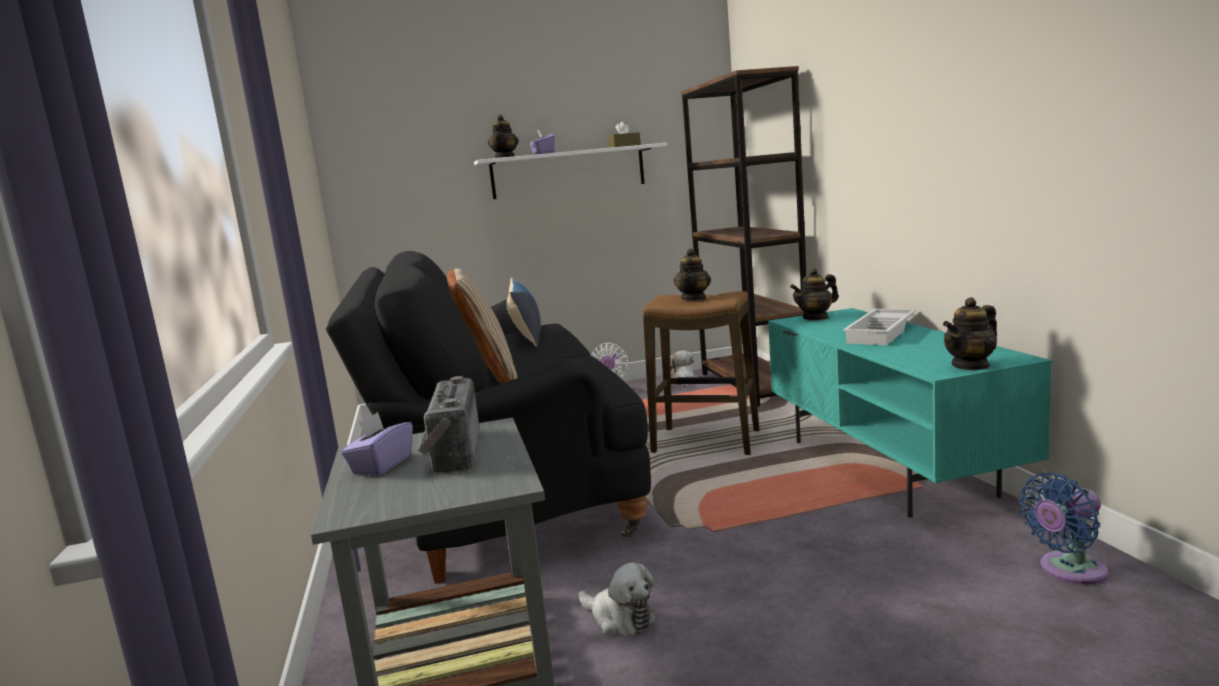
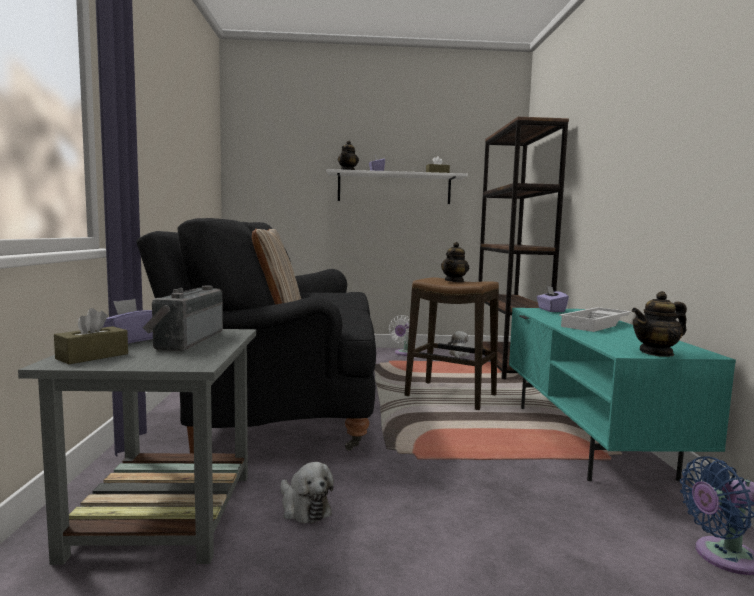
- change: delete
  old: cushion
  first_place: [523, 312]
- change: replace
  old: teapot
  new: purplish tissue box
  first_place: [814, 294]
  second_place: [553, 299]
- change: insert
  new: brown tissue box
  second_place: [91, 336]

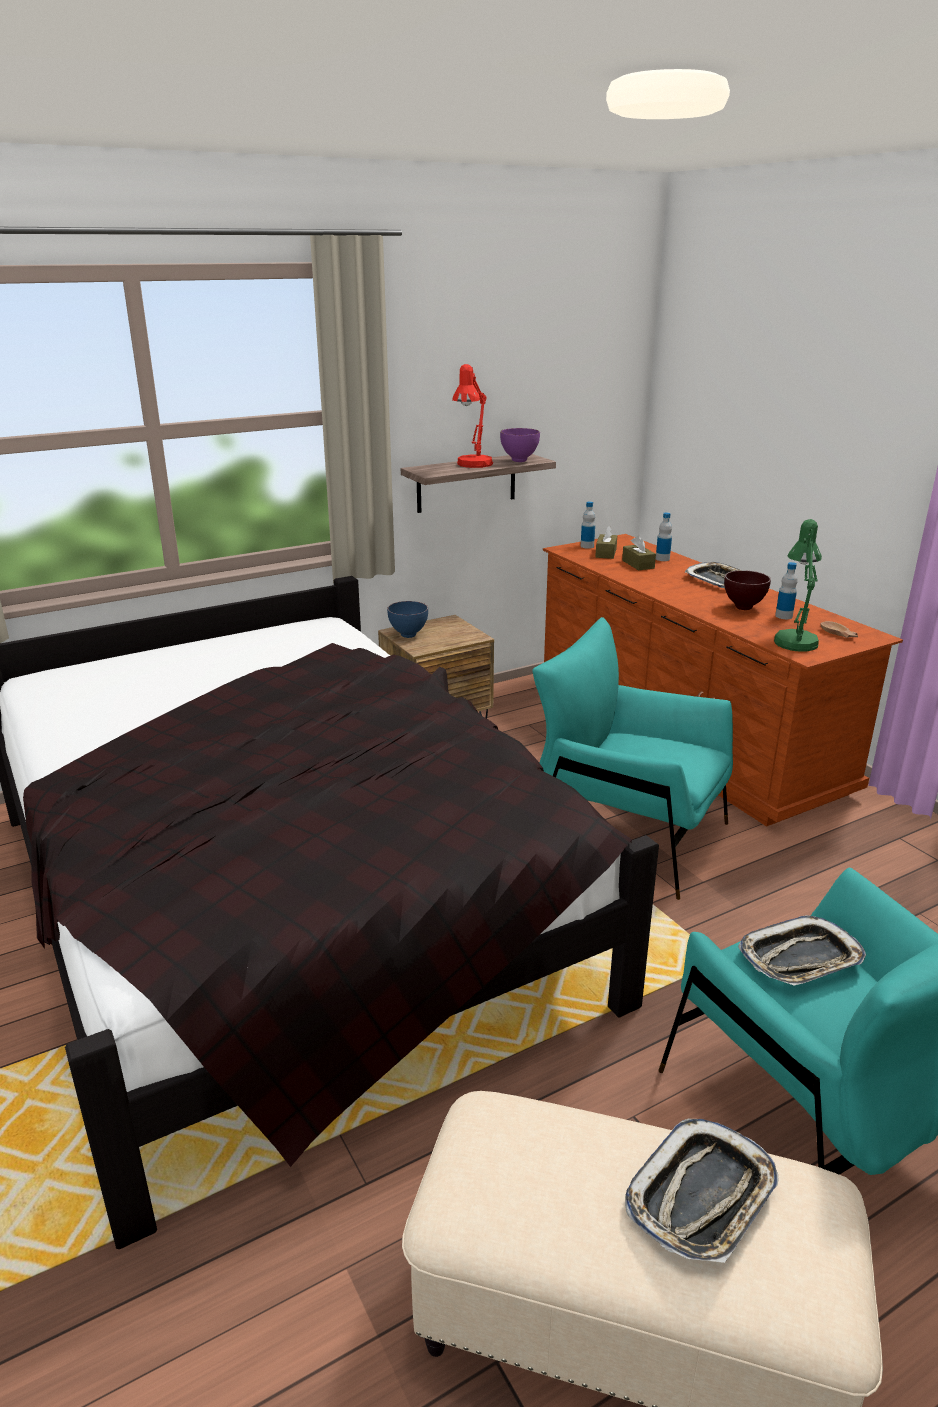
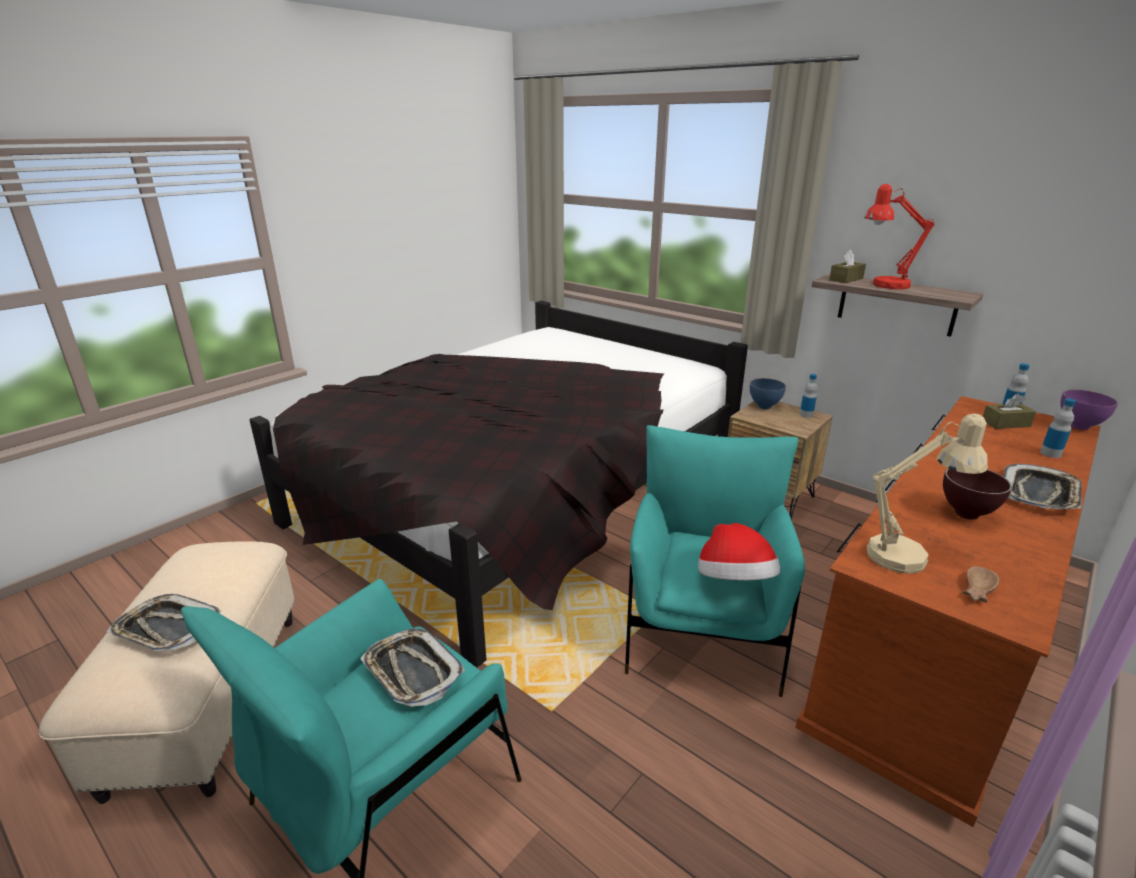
- change: move
  old: purplish serving bowl
  first_place: [520, 445]
  second_place: [1089, 410]
- change: move
  old: brown tissue box
  first_place: [639, 552]
  second_place: [847, 266]
- change: recolor
  old: green-coloured table lamp
  new: sand-coloured table lamp
  first_place: [798, 585]
  second_place: [927, 494]
- change: move
  old: beverage bottle
  first_place: [786, 590]
  second_place: [808, 396]
- change: insert
  new: wearable hat
  second_place: [739, 551]

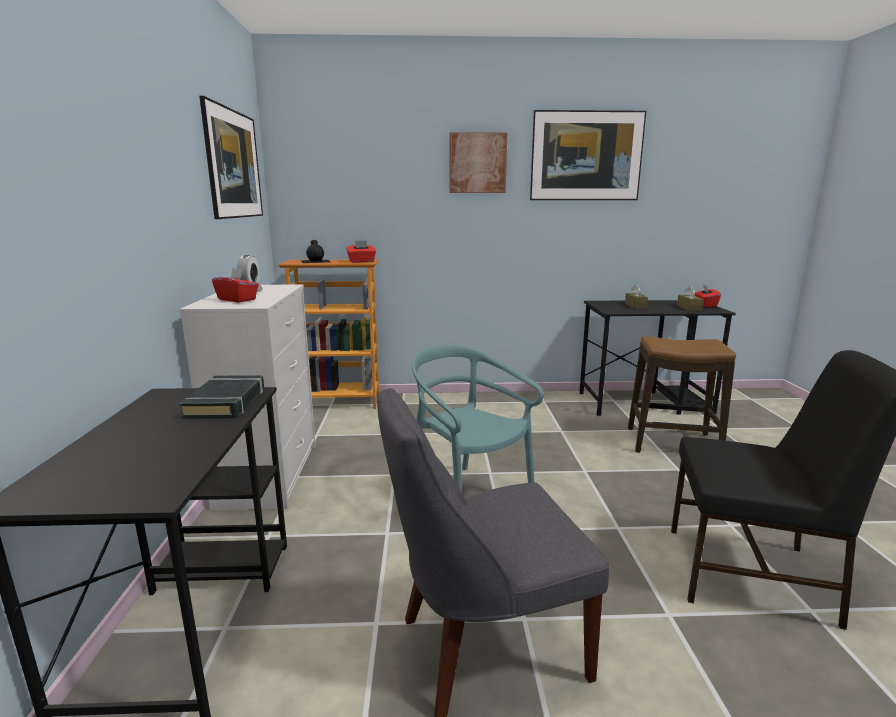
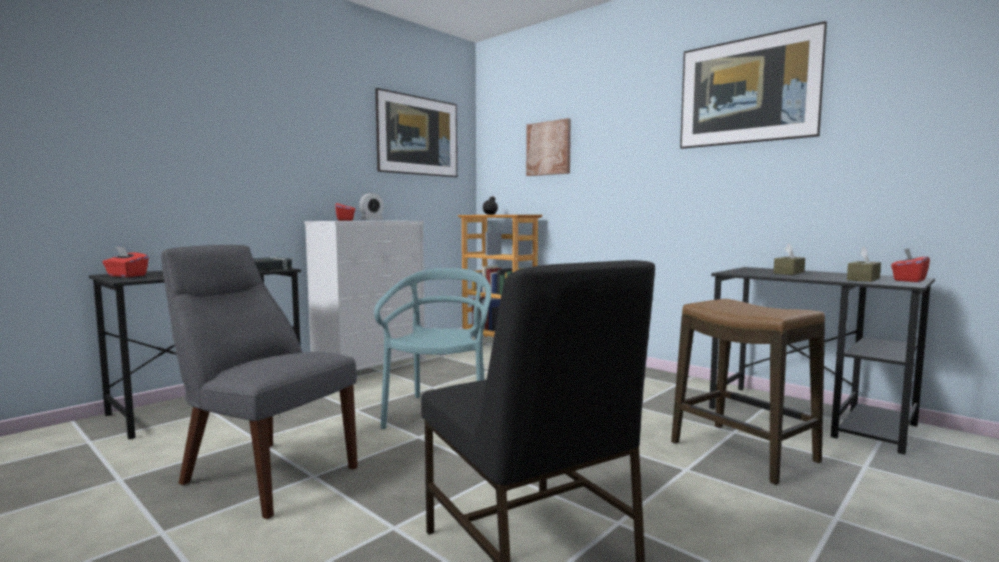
- change: move
  old: red-coloured tissue box
  first_place: [361, 252]
  second_place: [125, 262]
- change: move
  old: picture
  first_place: [478, 162]
  second_place: [548, 147]

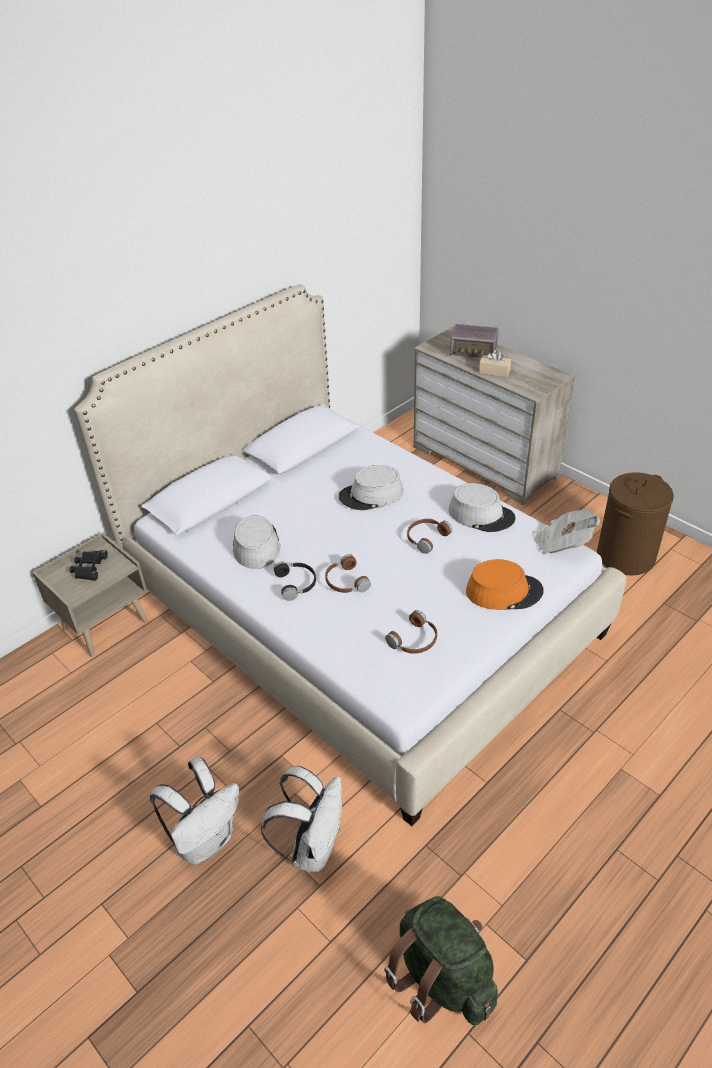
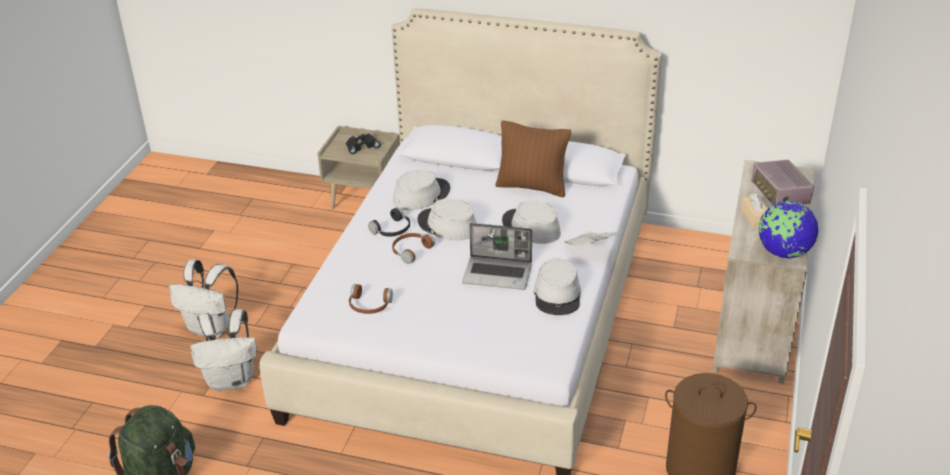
- change: replace
  old: brown pair of headphones
  new: portable computer
  first_place: [429, 536]
  second_place: [497, 256]
- change: delete
  old: orangey wearable hat
  first_place: [505, 584]
- change: move
  old: newspaper
  first_place: [566, 532]
  second_place: [590, 239]
- change: insert
  new: gray wearable hat
  second_place: [446, 220]
- change: insert
  new: brown cushion
  second_place: [533, 158]
- change: insert
  new: desk globe
  second_place: [788, 229]

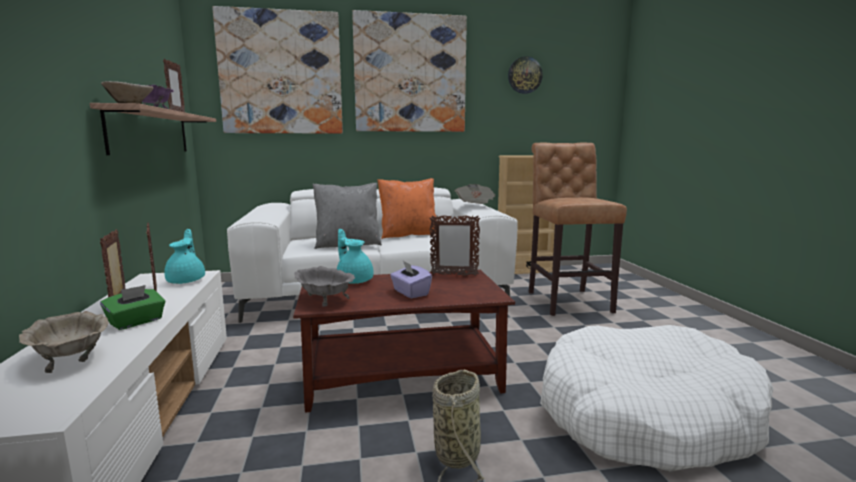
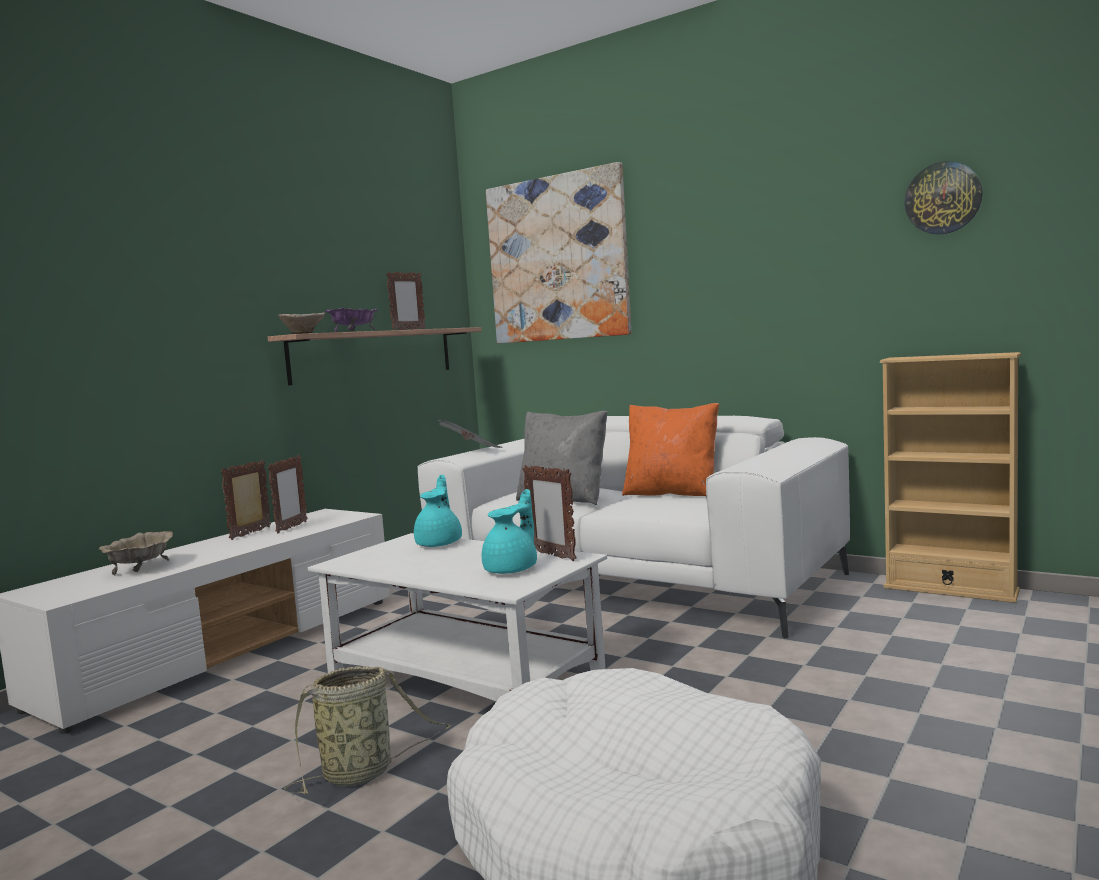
- change: delete
  old: green-coloured tissue box
  first_place: [133, 307]
- change: move
  old: blue-green teapot
  first_place: [184, 256]
  second_place: [509, 531]
- change: recolor
  old: brown low table
  new: whitish low table
  first_place: [404, 341]
  second_place: [457, 617]
- change: delete
  old: gray serving bowl
  first_place: [324, 286]
- change: delete
  old: picture
  first_place: [409, 71]
- change: delete
  old: purplish tissue box
  first_place: [411, 280]
- change: move
  old: newspaper
  first_place: [475, 194]
  second_place: [469, 434]
- change: delete
  old: brown stool seat
  first_place: [578, 229]

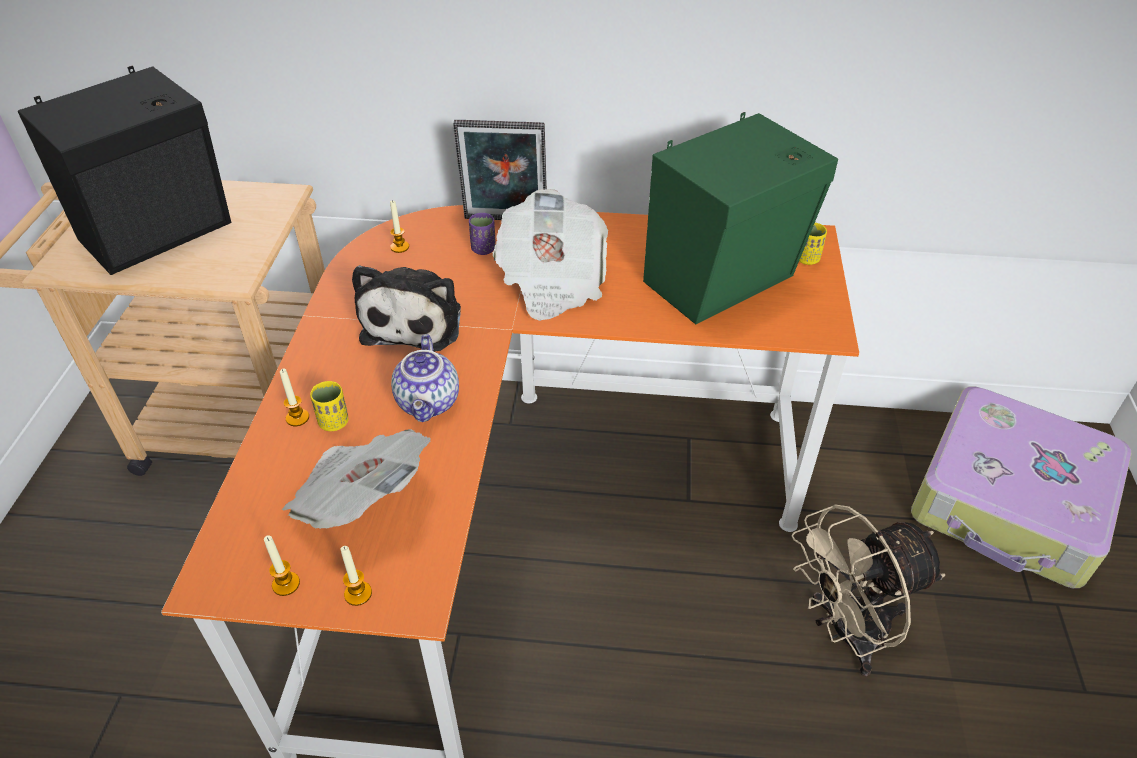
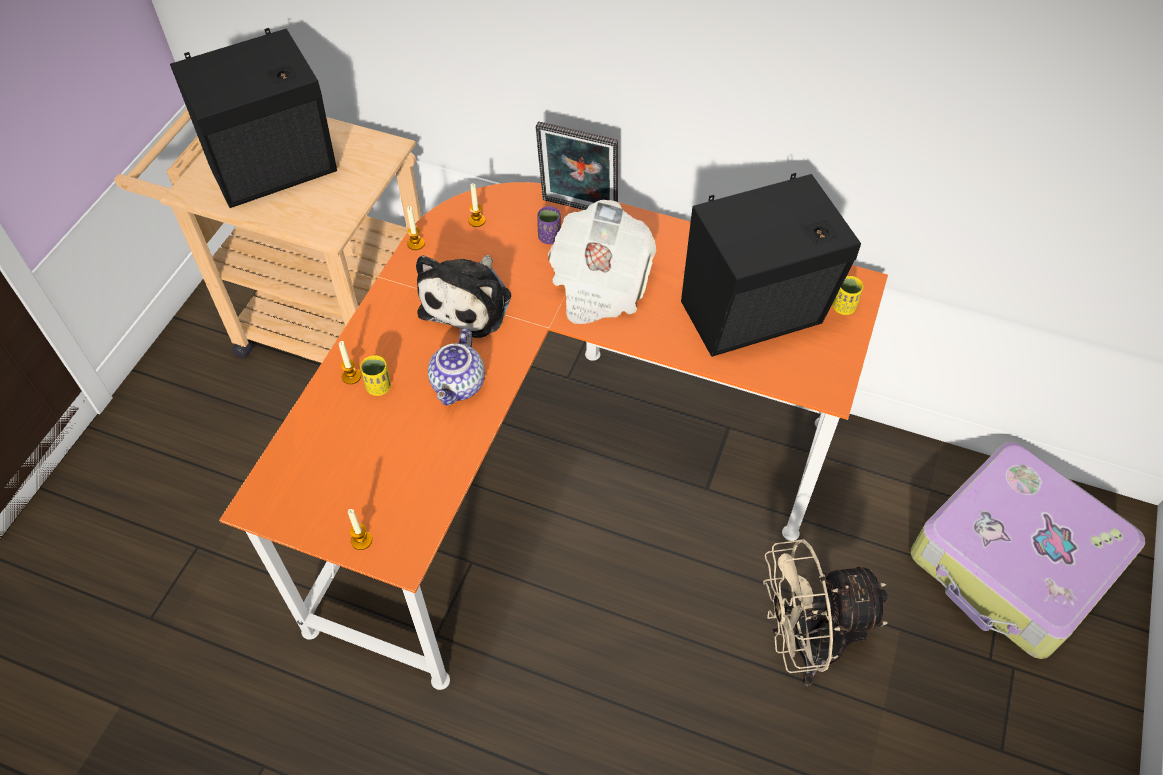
- change: move
  old: wax candle
  first_place: [282, 565]
  second_place: [416, 228]
- change: delete
  old: newspaper
  first_place: [356, 479]
- change: recolor
  old: green-coloured speaker
  new: blackish speaker
  first_place: [740, 218]
  second_place: [771, 265]

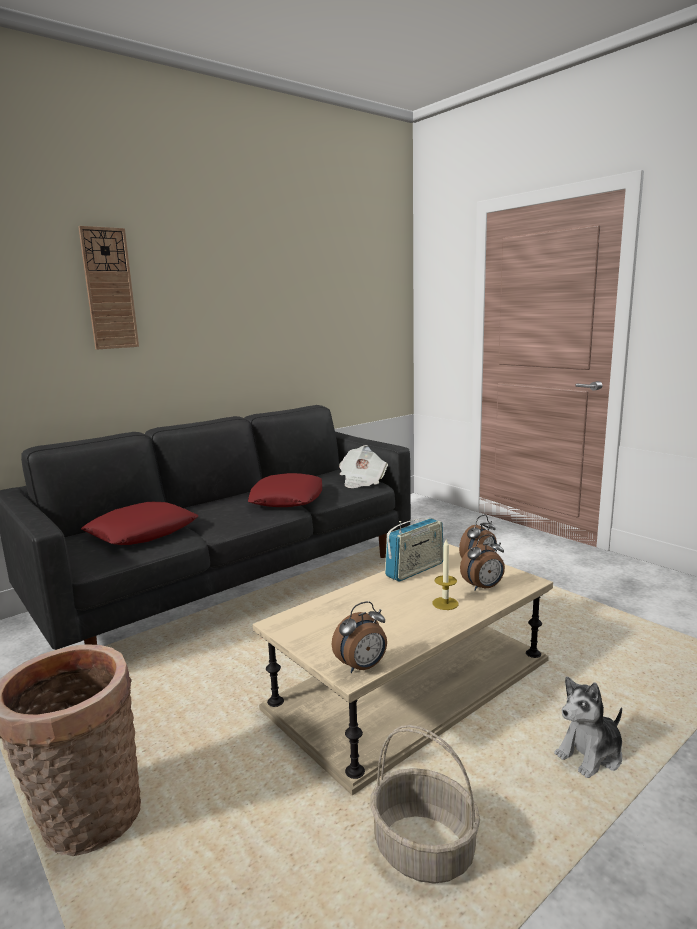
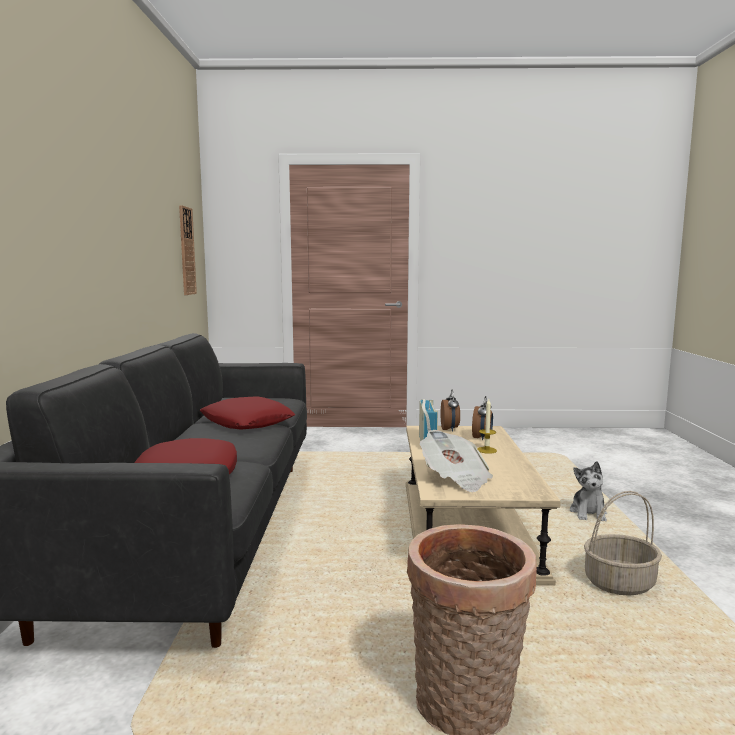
- change: move
  old: hanging clock
  first_place: [108, 288]
  second_place: [188, 250]
- change: delete
  old: alarm clock
  first_place: [359, 637]
- change: move
  old: newspaper
  first_place: [363, 466]
  second_place: [456, 461]

